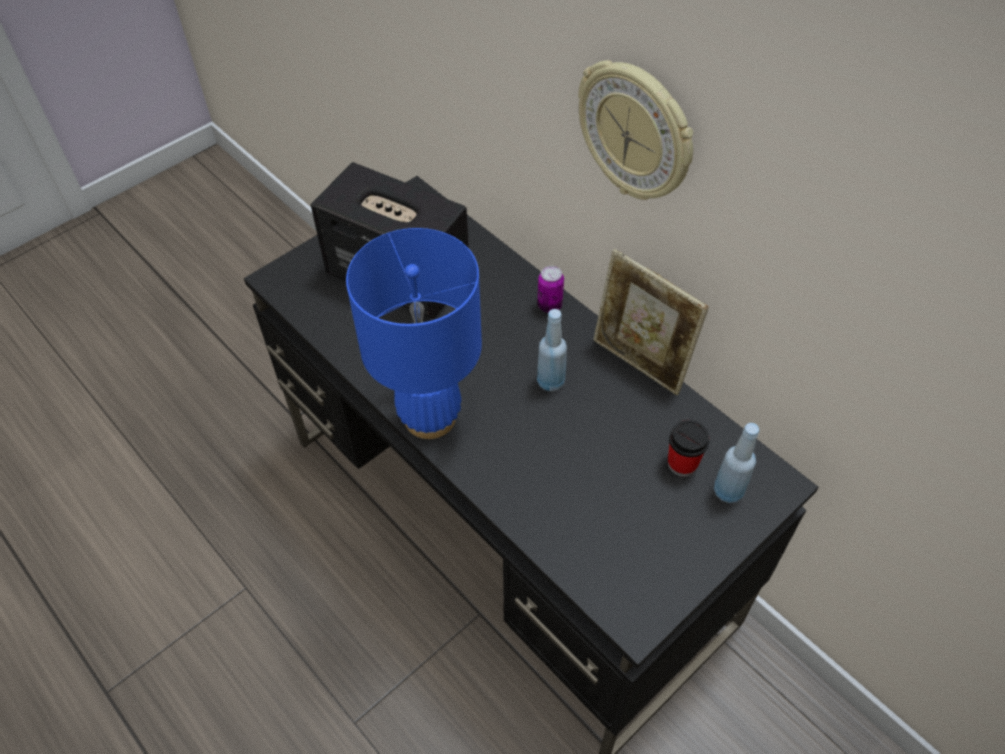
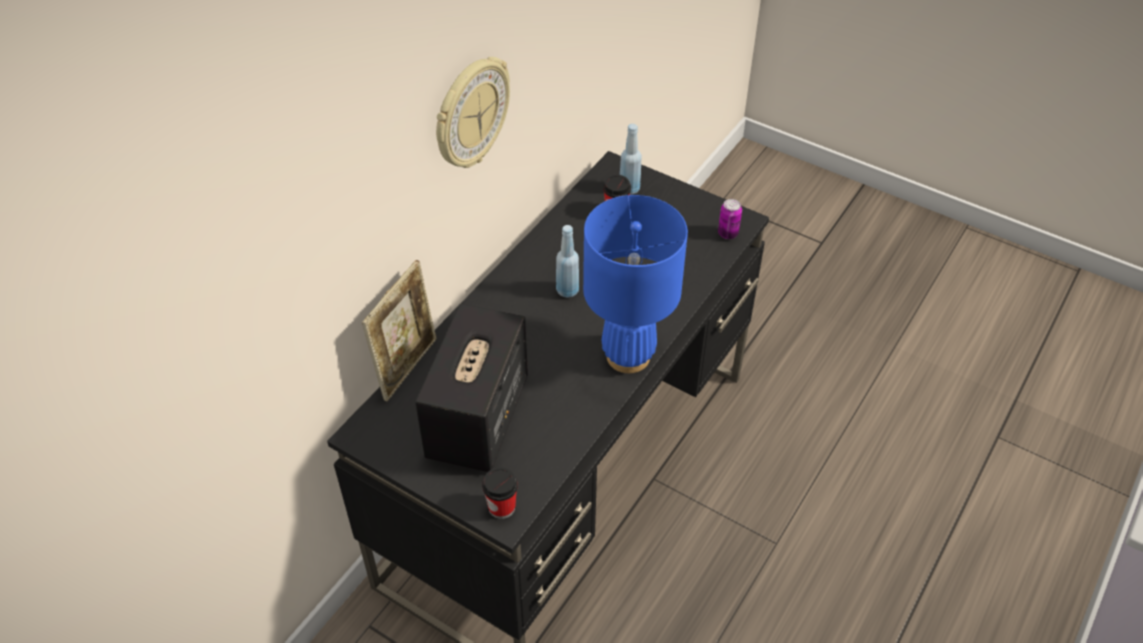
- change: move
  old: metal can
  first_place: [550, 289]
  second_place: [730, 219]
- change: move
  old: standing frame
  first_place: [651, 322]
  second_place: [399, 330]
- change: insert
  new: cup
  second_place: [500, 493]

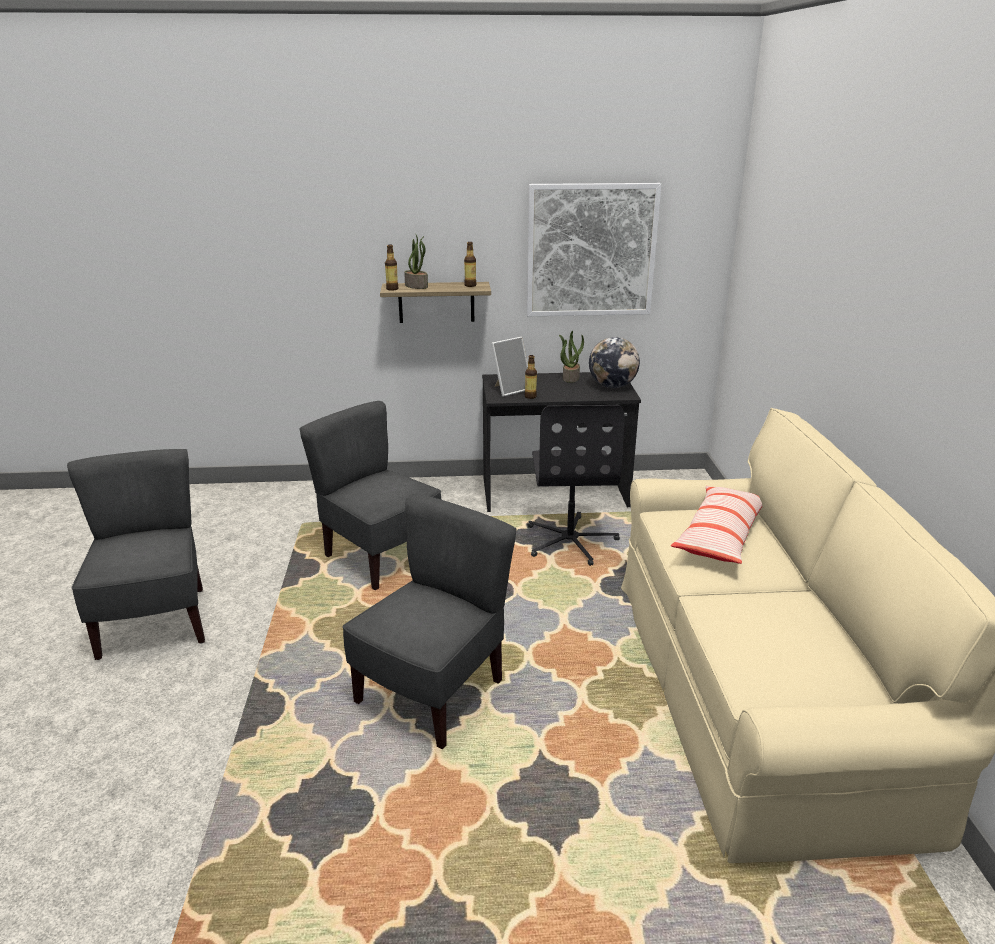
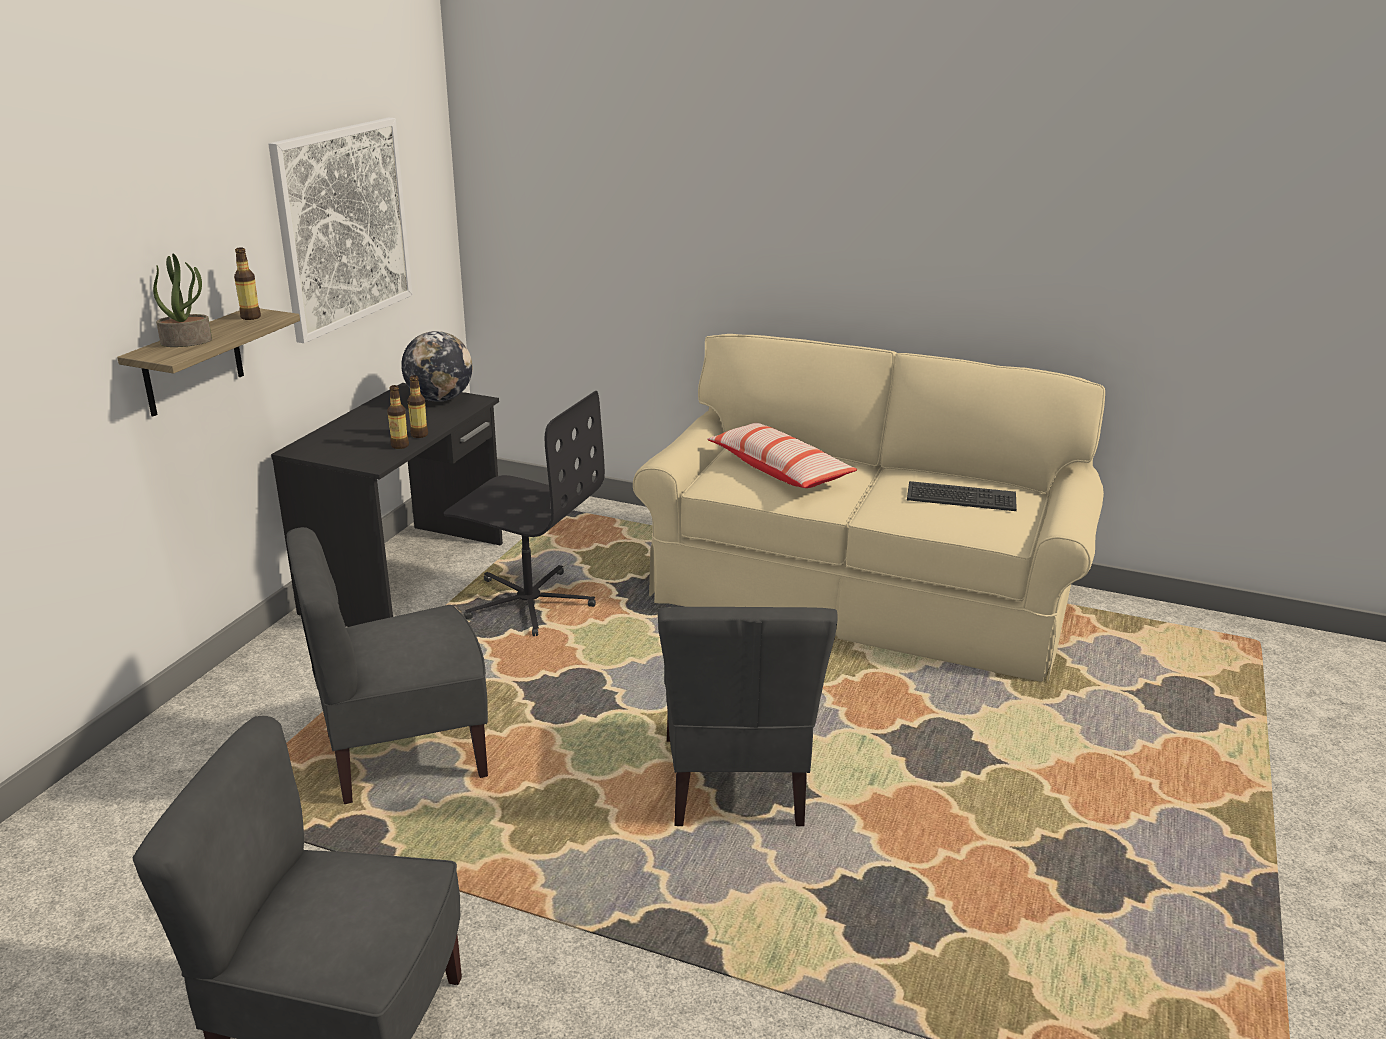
- change: rotate
  old: gray upright chair
  first_place: [429, 621]
  second_place: [748, 716]
  degrees: -150
- change: move
  old: beverage bottle
  first_place: [391, 267]
  second_place: [417, 406]
- change: delete
  old: standing frame
  first_place: [509, 367]
- change: delete
  old: potted plant
  first_place: [571, 357]
- change: insert
  new: PC keyboard
  second_place: [962, 496]

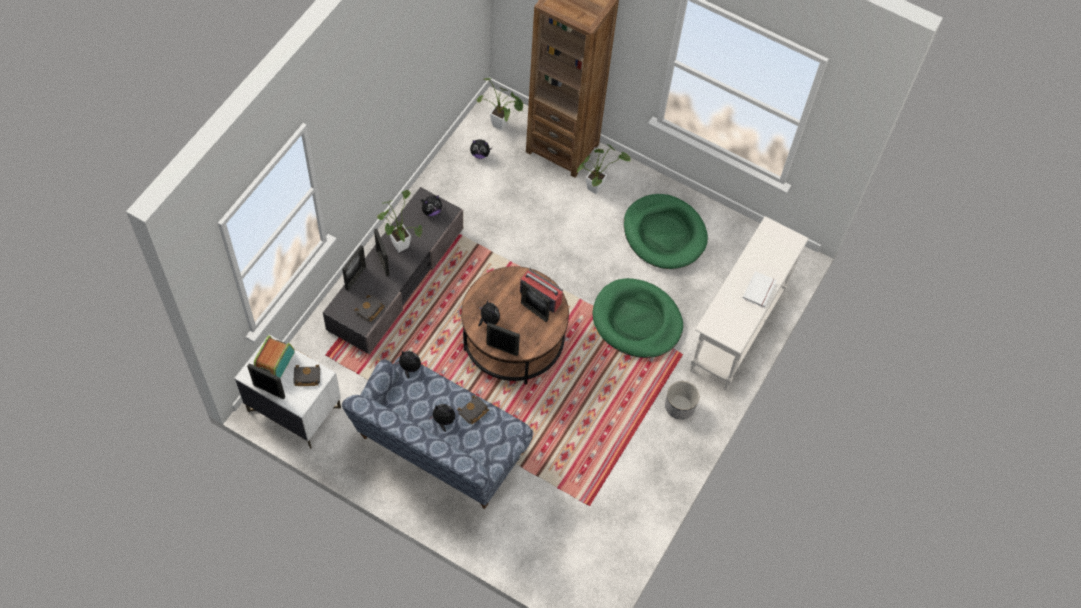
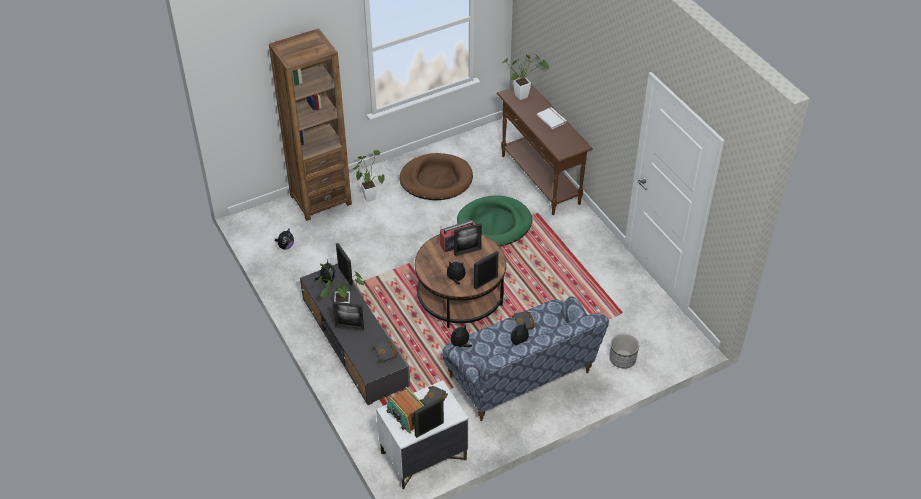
- change: move
  old: standing frame
  first_place: [354, 268]
  second_place: [344, 264]
- change: move
  old: potted plant
  first_place: [500, 104]
  second_place: [525, 77]
- change: recolor
  old: green-coloured pet bed
  new: brown pet bed
  first_place: [666, 231]
  second_place: [436, 176]
- change: move
  old: plant pot
  first_place: [682, 400]
  second_place: [624, 351]
- change: recolor
  old: whitish narrow table
  new: brown narrow table
  first_place: [749, 303]
  second_place: [545, 149]

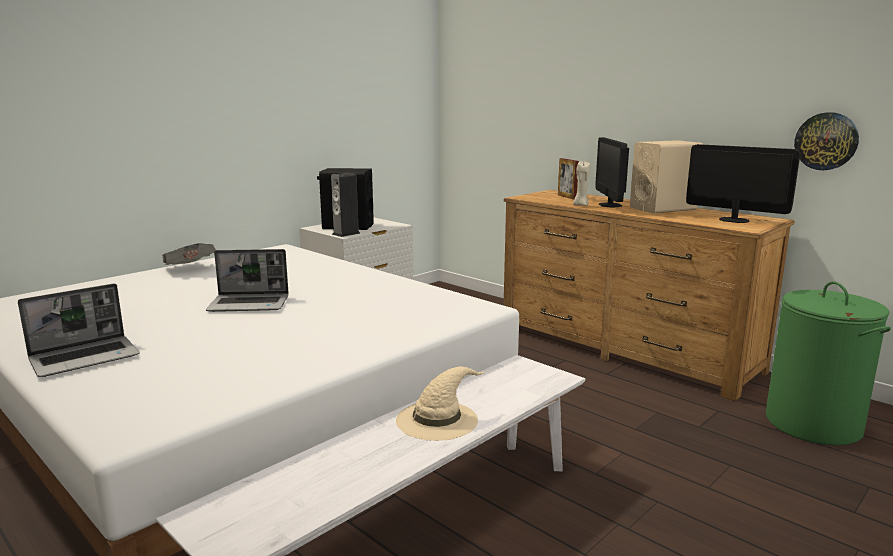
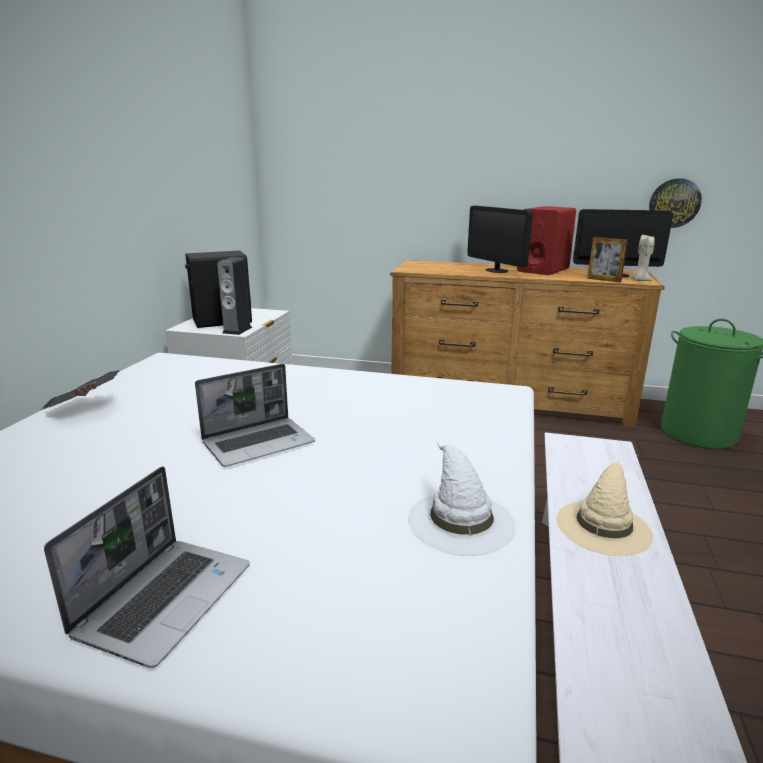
- change: move
  old: standing frame
  first_place: [568, 179]
  second_place: [607, 259]
- change: move
  old: sand-coloured wax candle
  first_place: [581, 183]
  second_place: [643, 258]
- change: recolor
  old: sand-coloured speaker
  new: red-coloured speaker
  first_place: [667, 177]
  second_place: [546, 240]
- change: insert
  new: whitish wearable hat
  second_place: [462, 499]

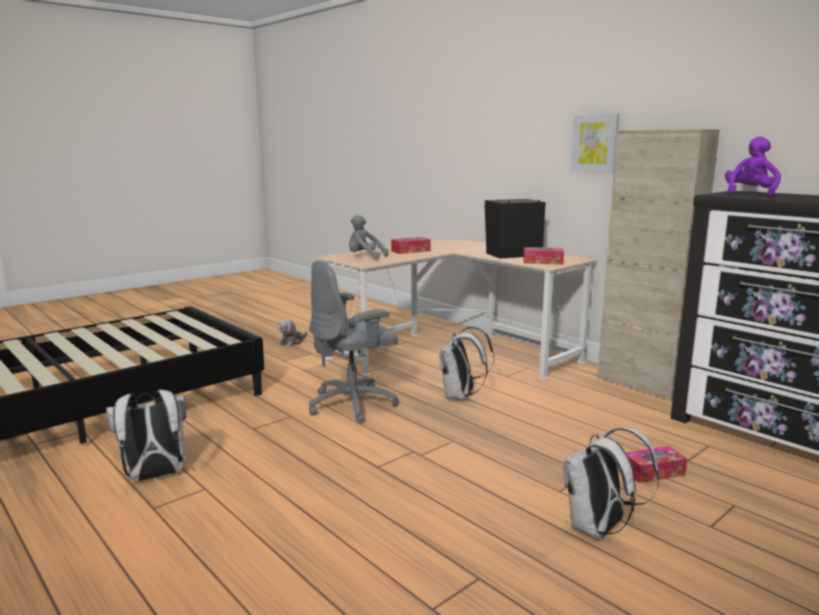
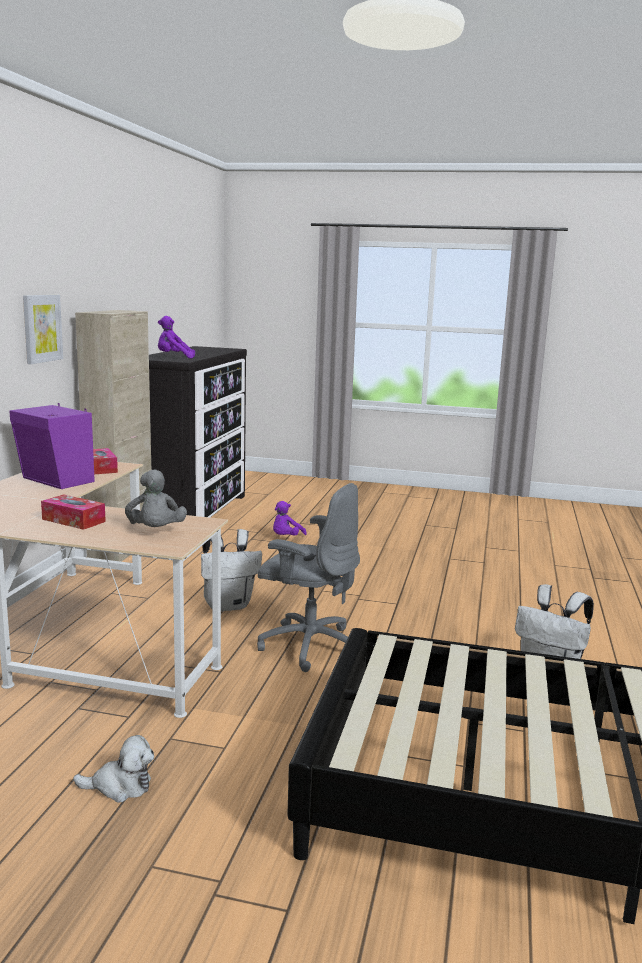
- change: recolor
  old: blackish speaker
  new: purplish speaker
  first_place: [515, 229]
  second_place: [52, 446]
- change: delete
  old: whitish rucksack
  first_place: [611, 483]
- change: replace
  old: tissue box
  new: purplish cuddly toy
  first_place: [656, 464]
  second_place: [290, 518]

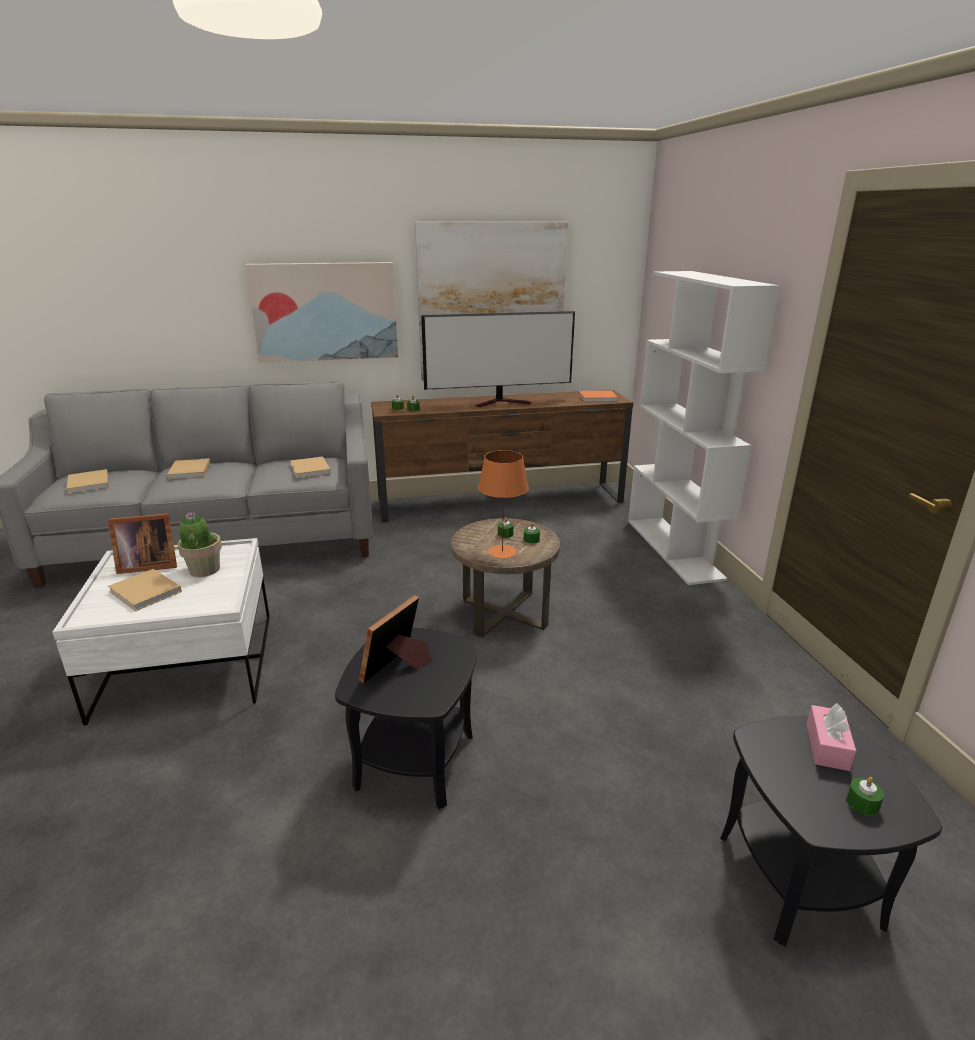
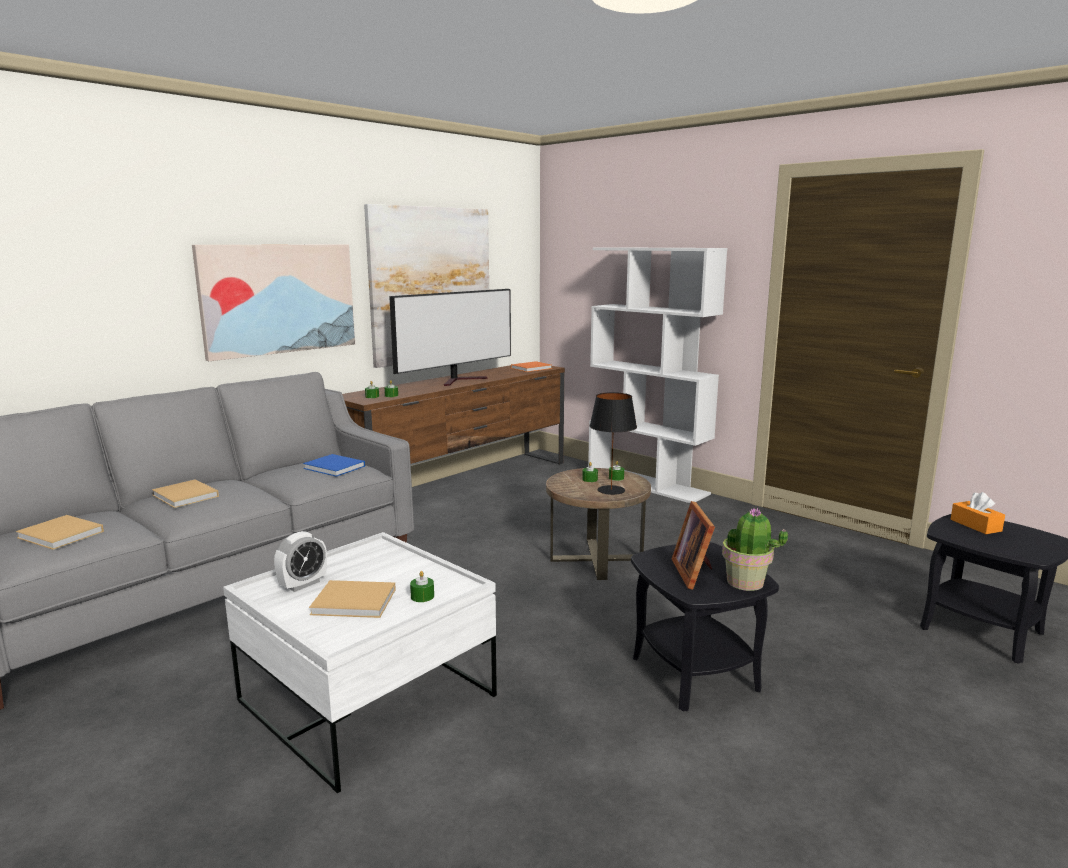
- change: replace
  old: standing frame
  new: alarm clock
  first_place: [142, 543]
  second_place: [300, 561]
- change: move
  old: potted plant
  first_place: [199, 544]
  second_place: [755, 549]
- change: recolor
  old: sand-coloured volume
  new: blue-coloured volume
  first_place: [310, 467]
  second_place: [334, 465]
- change: recolor
  old: orangey table lamp
  new: blackish table lamp
  first_place: [503, 504]
  second_place: [613, 443]
- change: recolor
  old: pink tissue box
  new: orangey tissue box
  first_place: [831, 737]
  second_place: [978, 513]
- change: move
  old: green-coloured wax candle
  first_place: [865, 796]
  second_place: [422, 586]

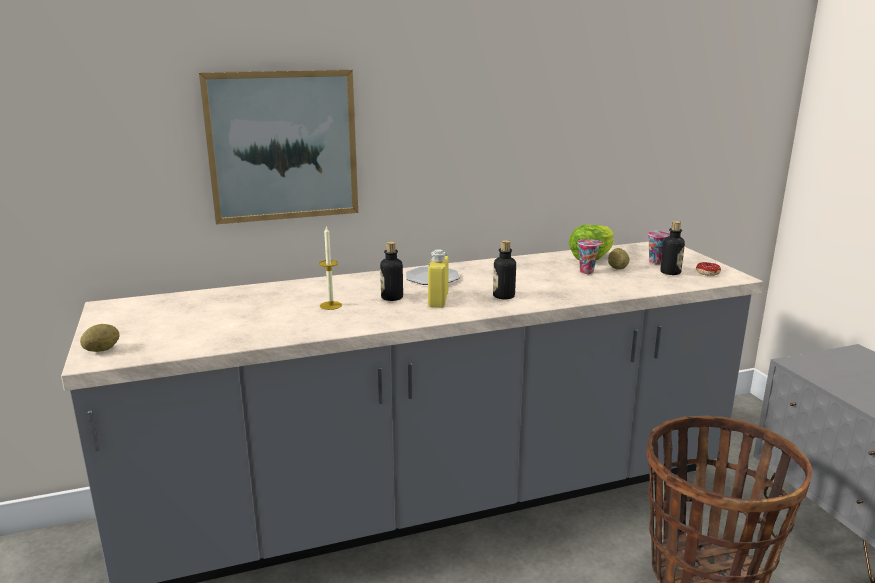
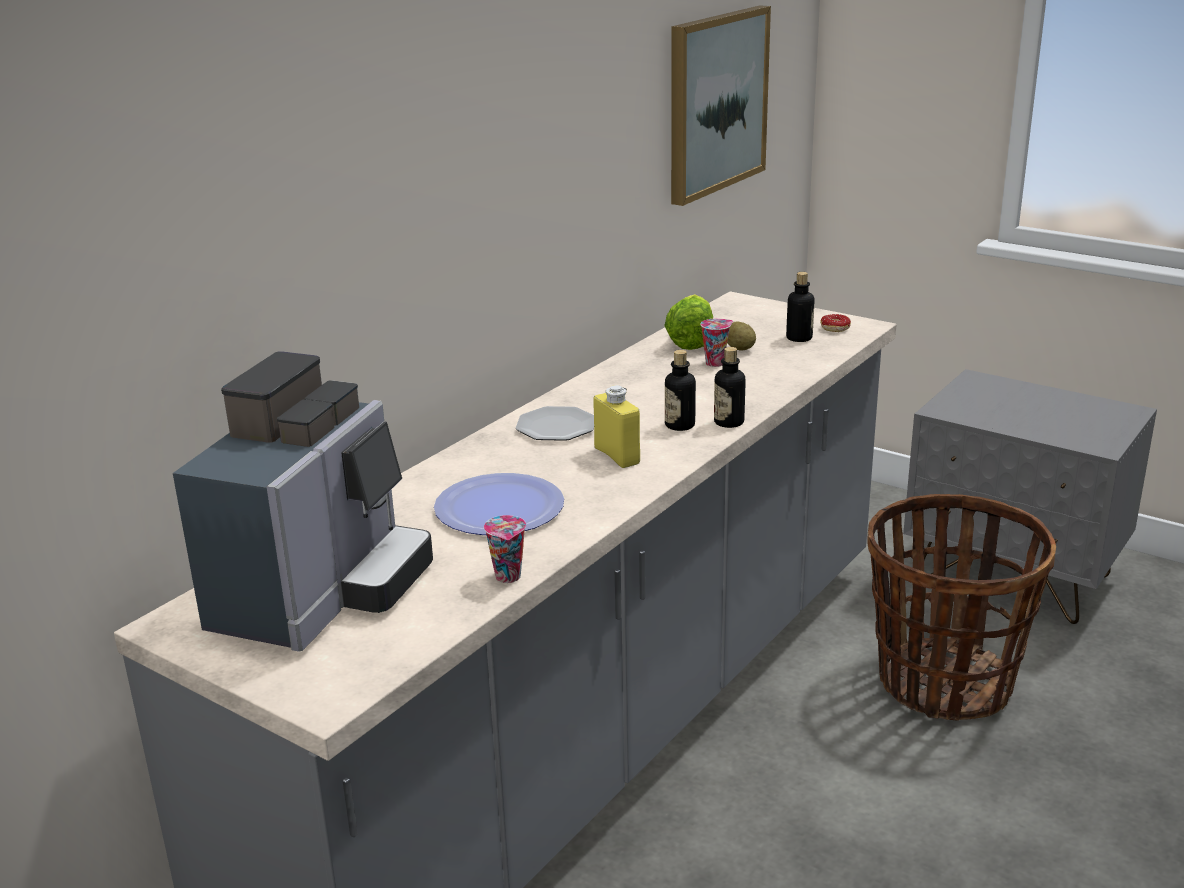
- change: delete
  old: whole potato
  first_place: [100, 338]
- change: move
  old: picture
  first_place: [278, 146]
  second_place: [721, 105]
- change: replace
  old: wax candle
  new: dinner plate
  first_place: [330, 267]
  second_place: [499, 504]
- change: move
  old: beverage bottle
  first_place: [391, 271]
  second_place: [730, 387]
- change: move
  old: cup
  first_place: [659, 248]
  second_place: [505, 549]
- change: insert
  new: coffee machine
  second_place: [303, 501]

